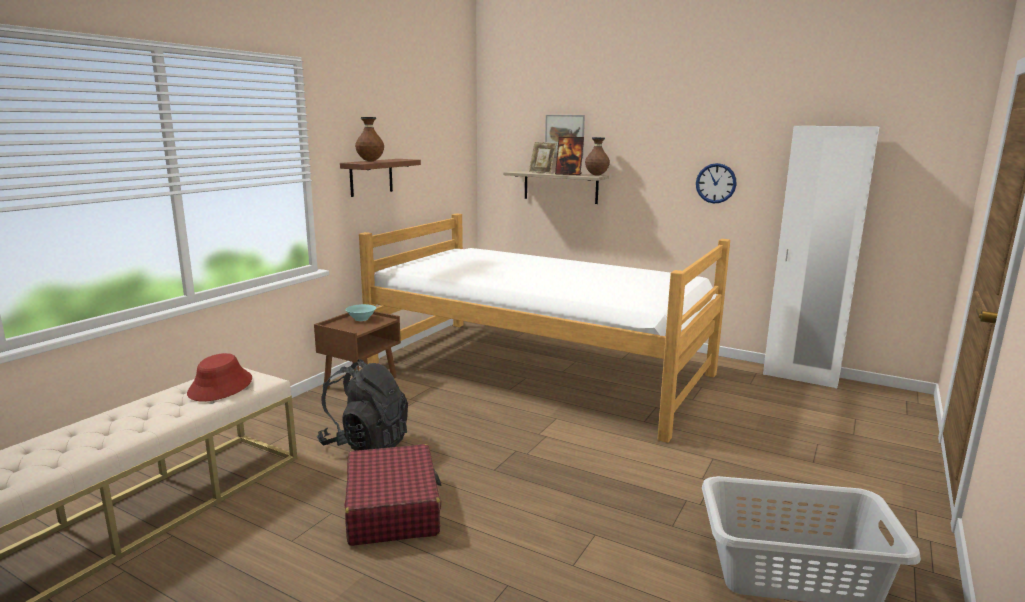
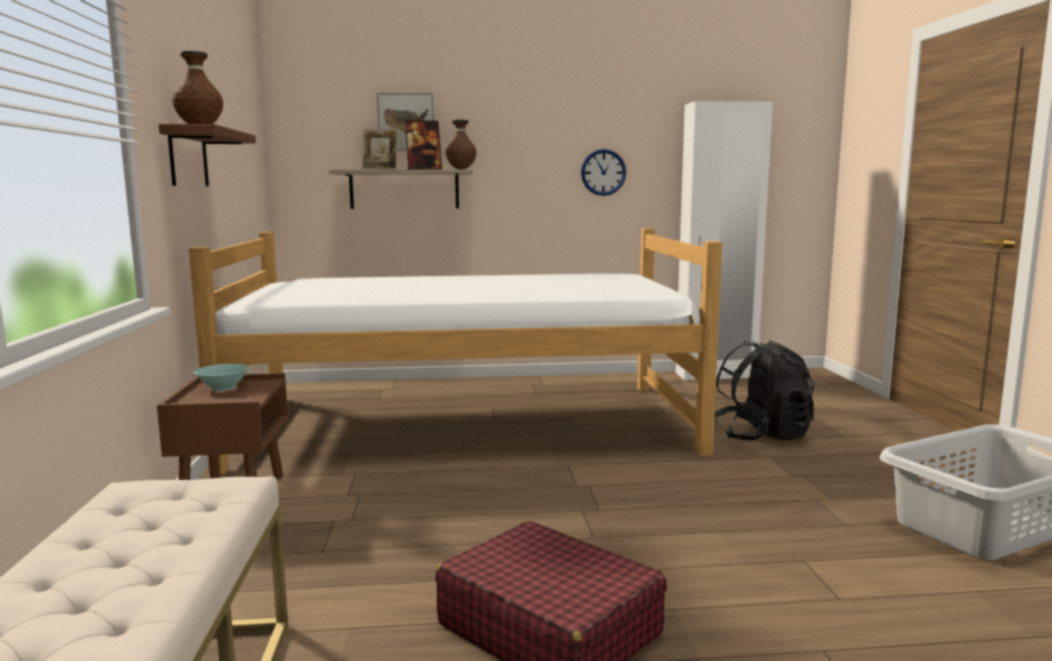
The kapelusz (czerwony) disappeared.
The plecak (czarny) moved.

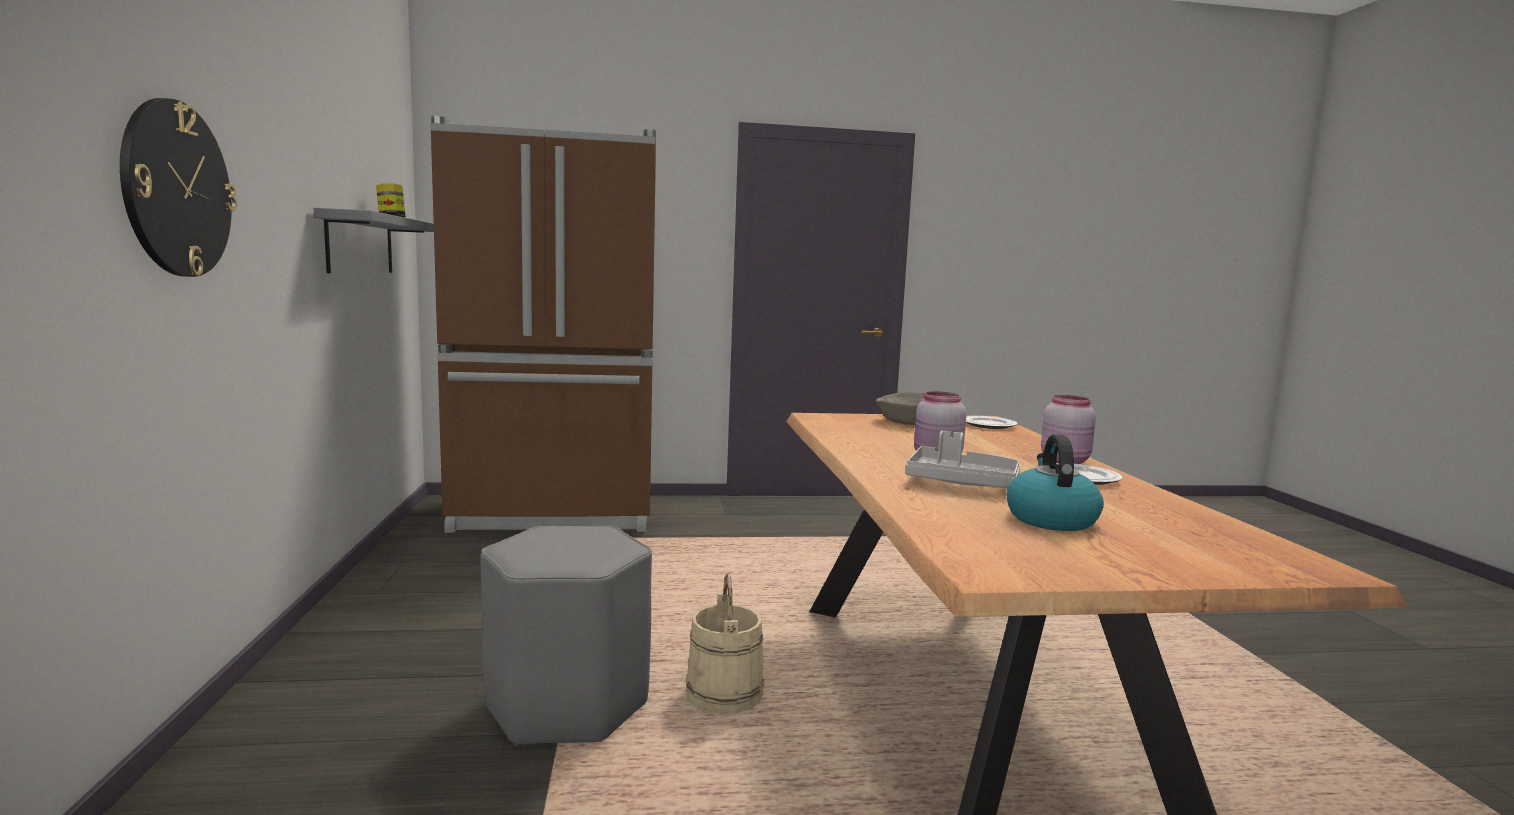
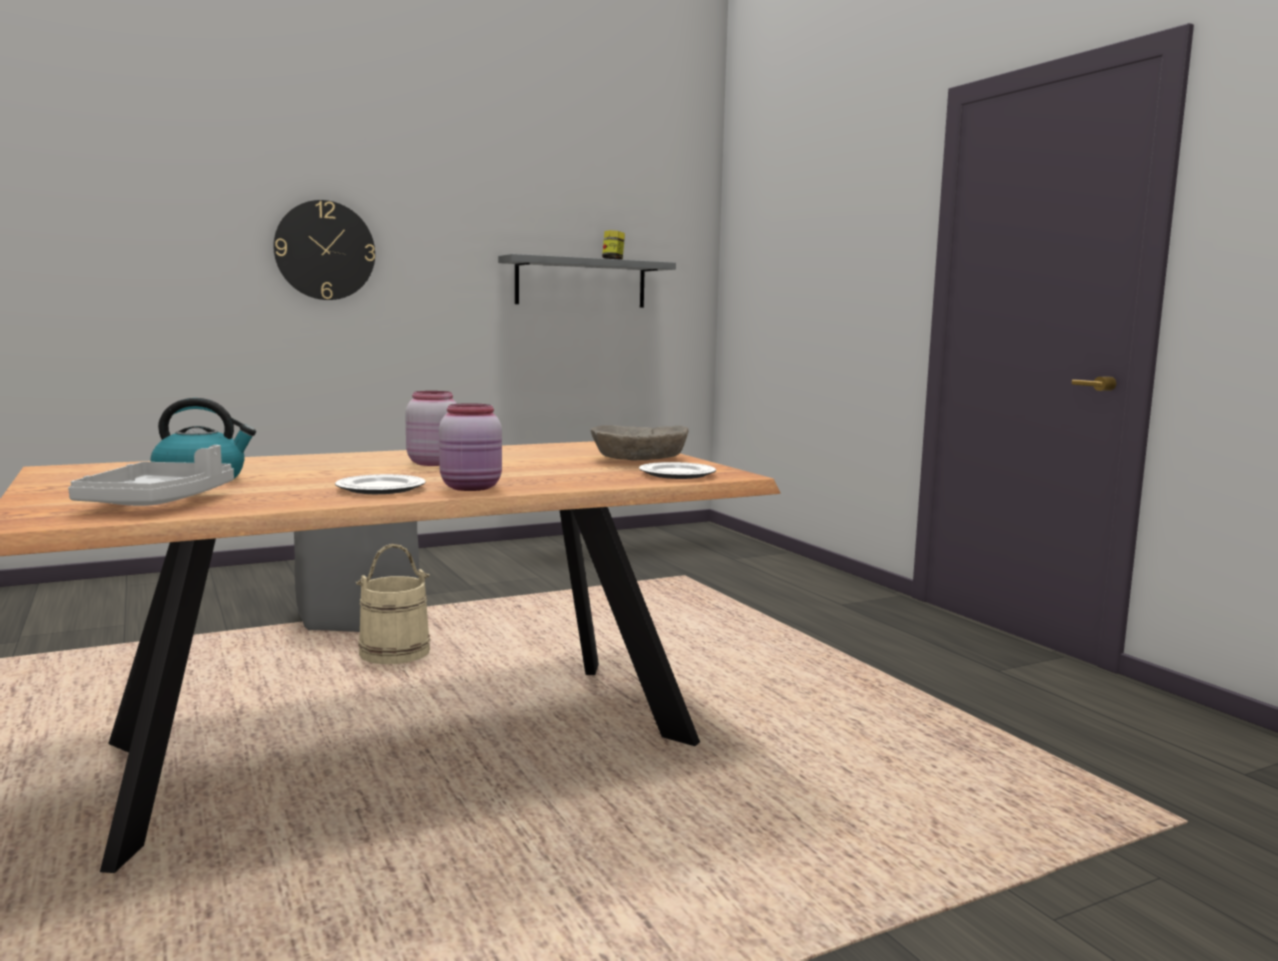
The lodówka (brązowy) disappeared.
The taca (szary) moved.

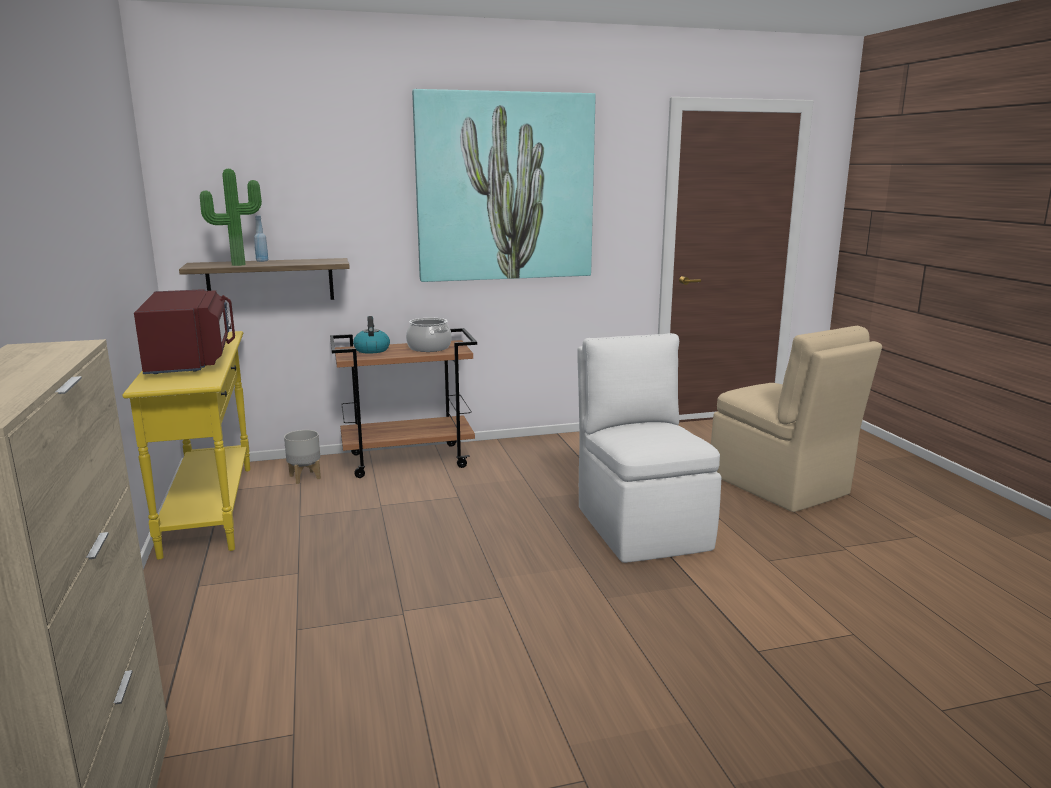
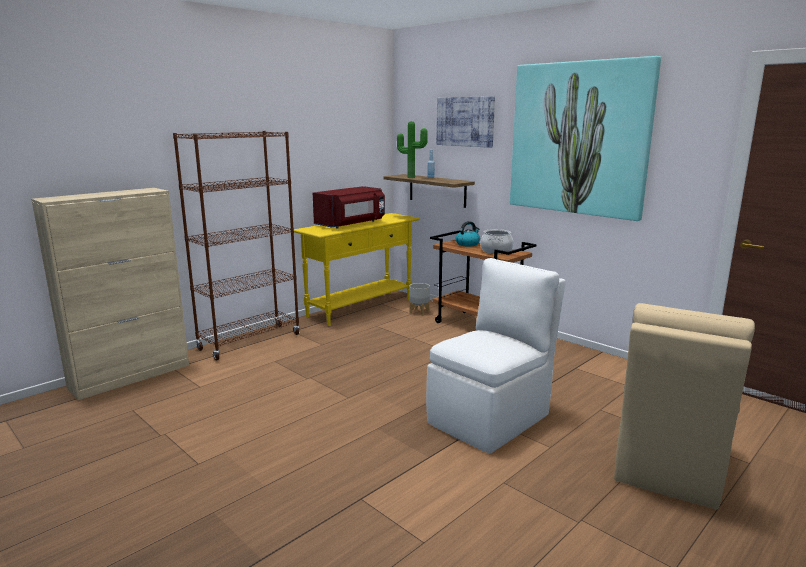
The obraz (no. 1 from left) appeared.
The regał (brązowy) appeared.

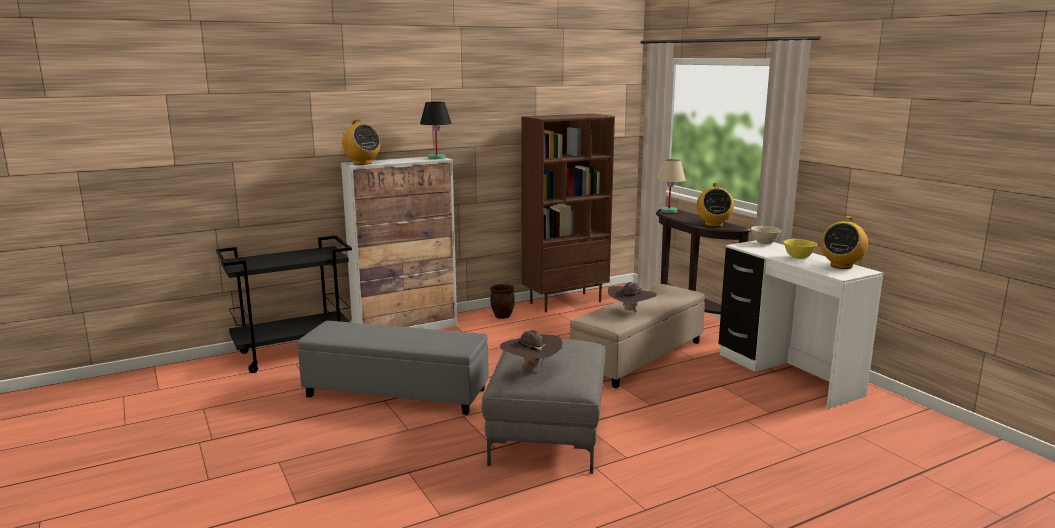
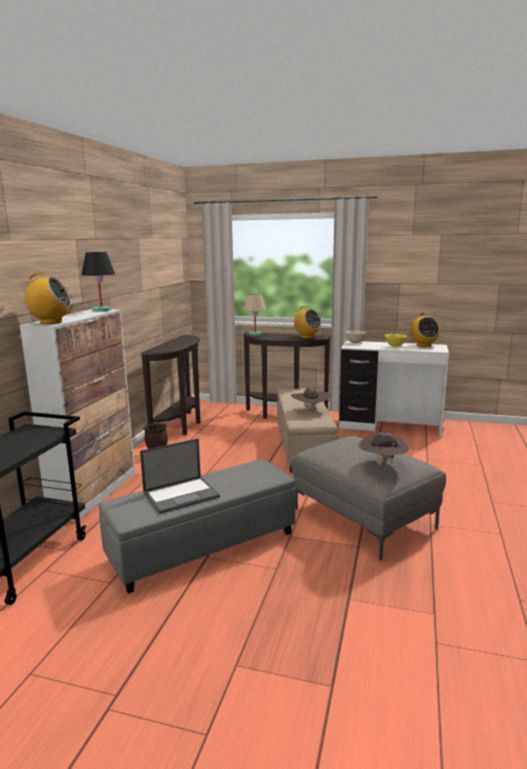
The regał (brązowy) was replaced by the stolik konsolowy (brązowy) (no. 1 from left).
The laptop appeared.

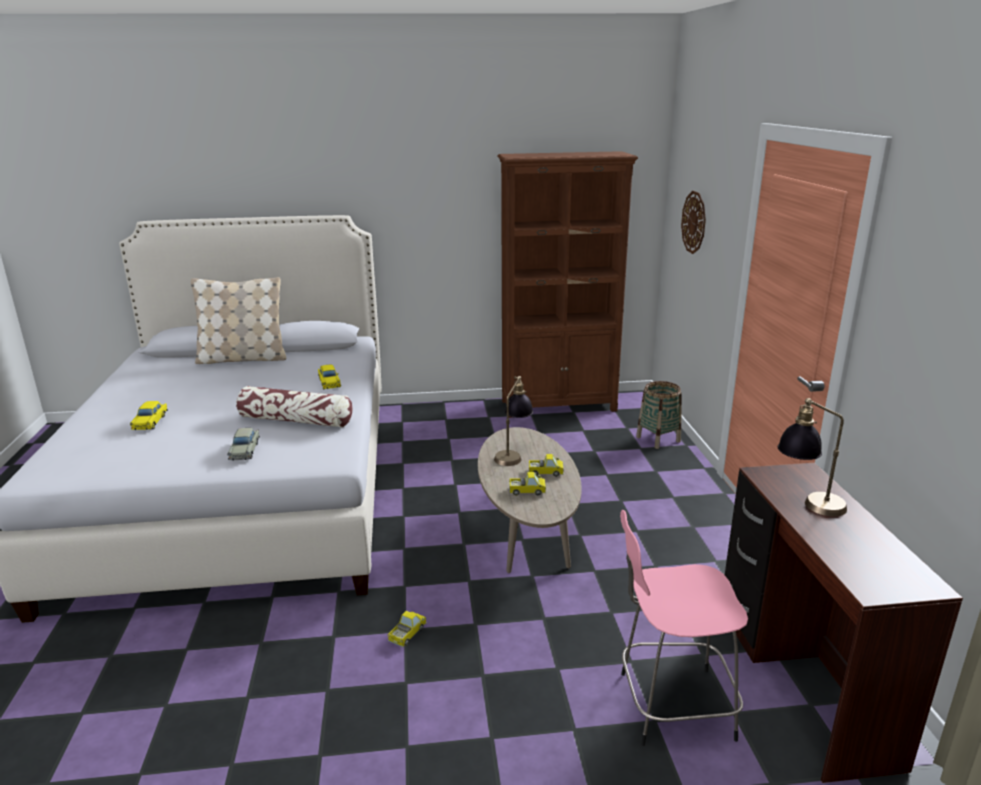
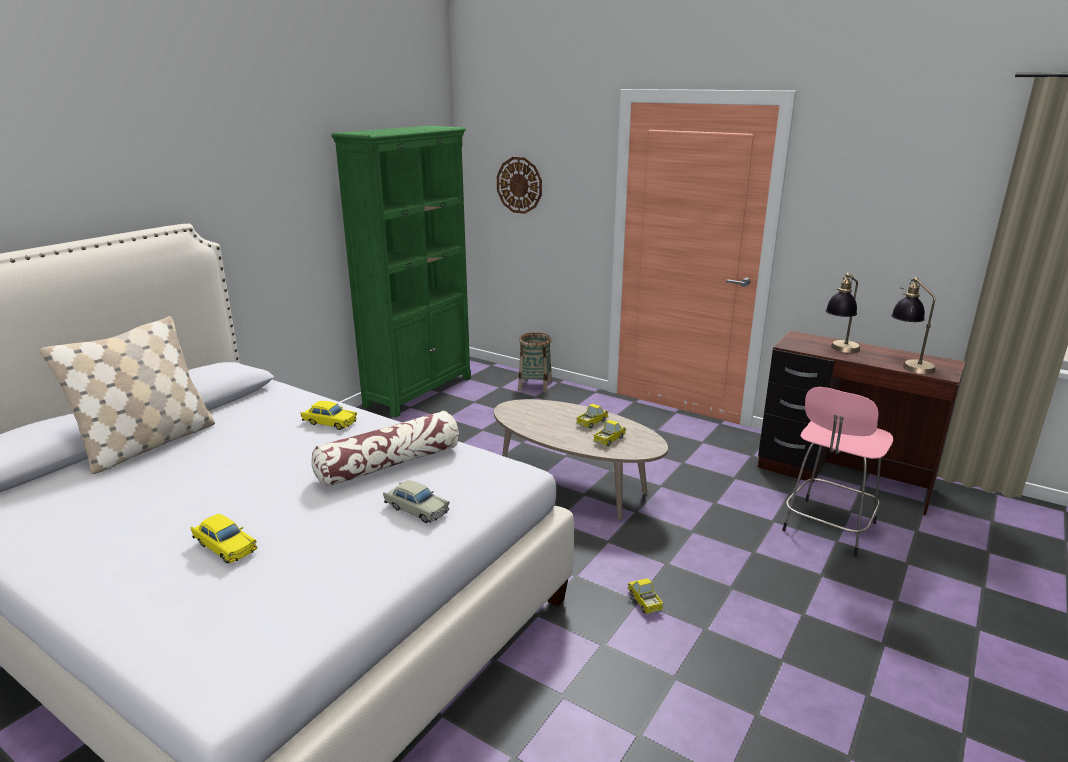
The regał (brązowy) became the regał (zielony).
The lampa stołowa (no. 1 from left in the first image) moved.

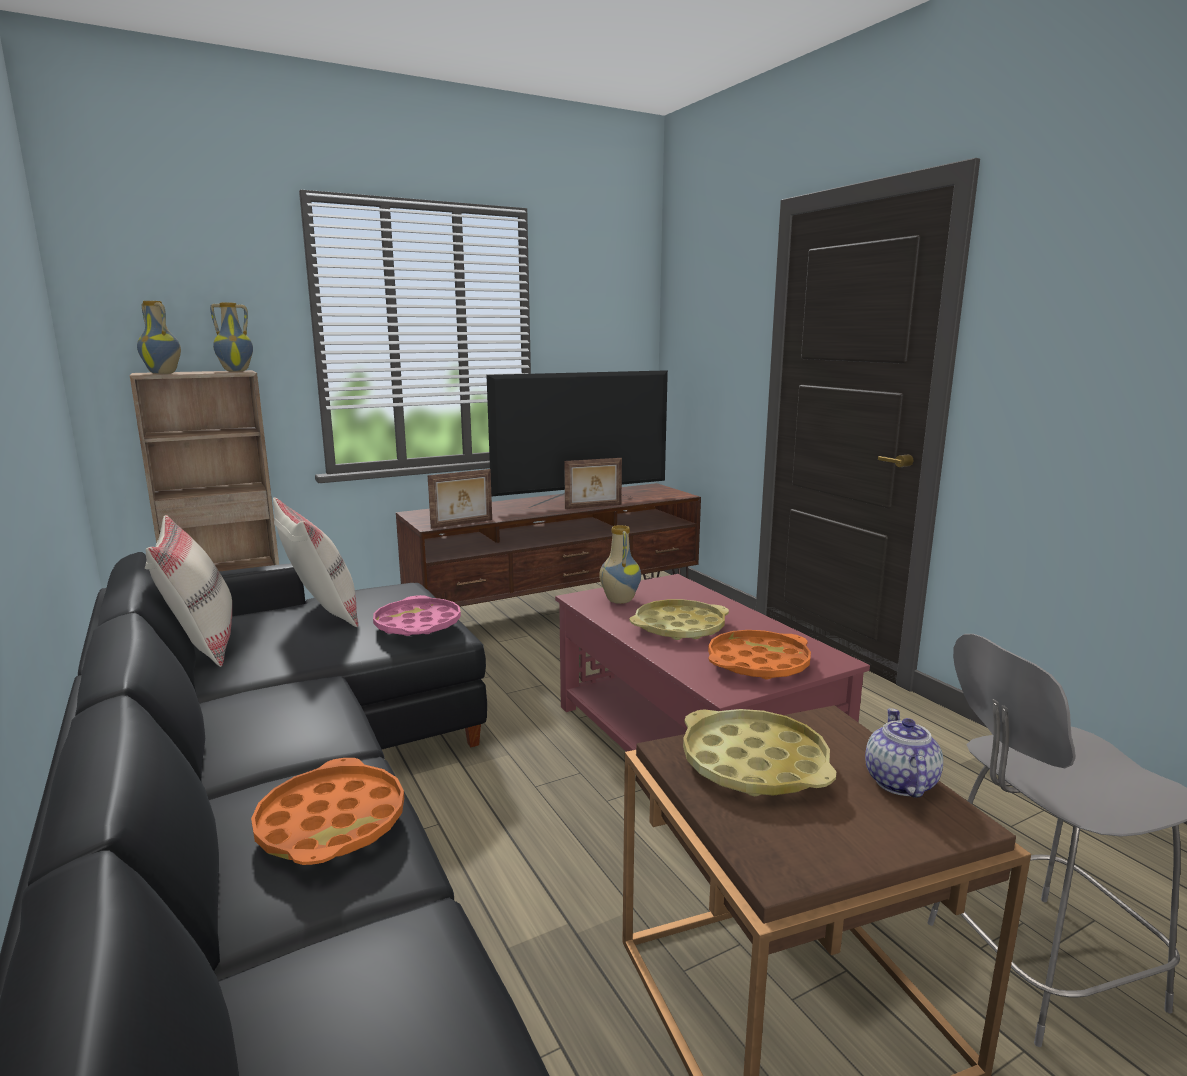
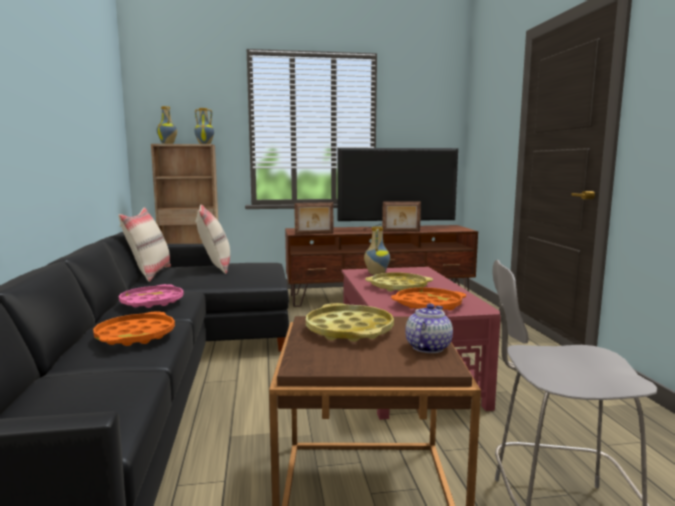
The taca (różowy) moved.

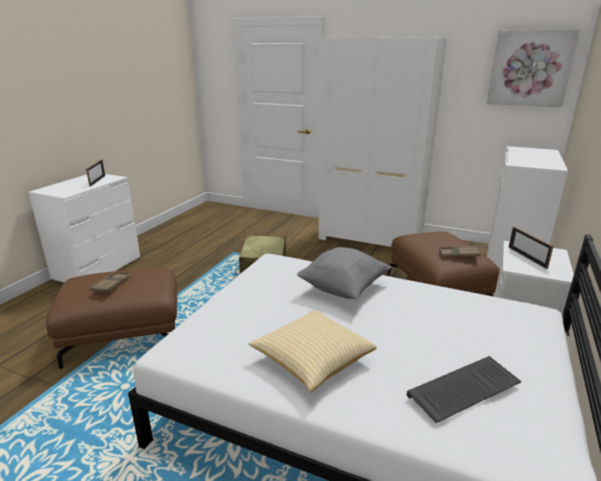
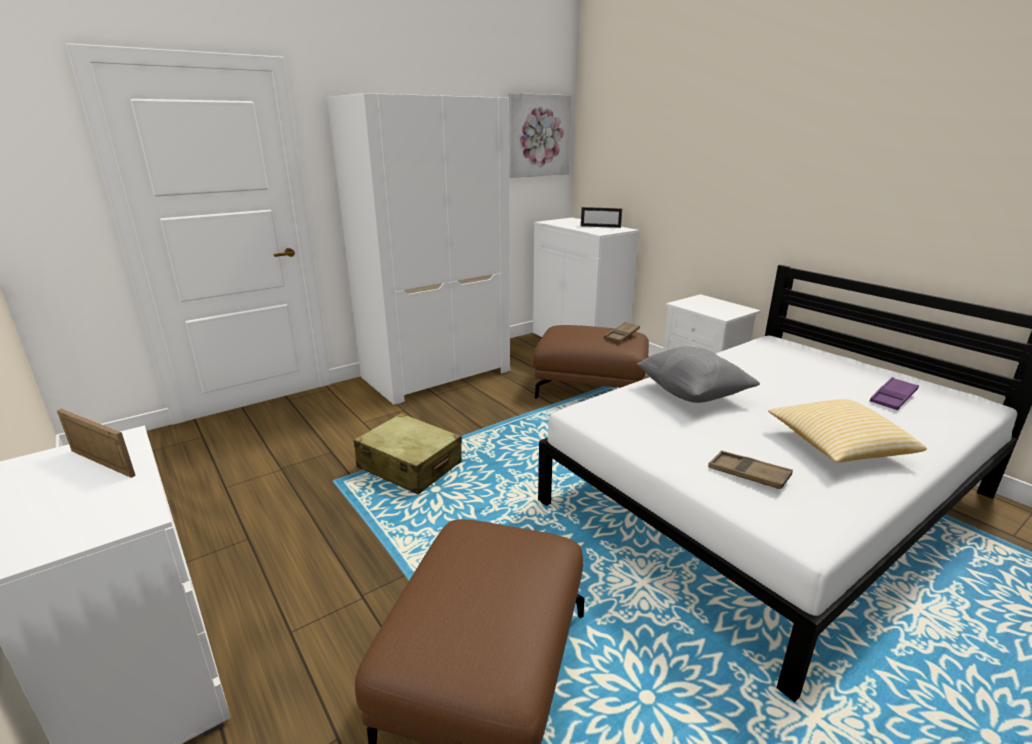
The ramka na zdjęcie (no. 2 from left) moved.
The taca (brązowy) (no. 1 from left in the first image) moved.
The klawiatura was replaced by the taca (fioletowy).

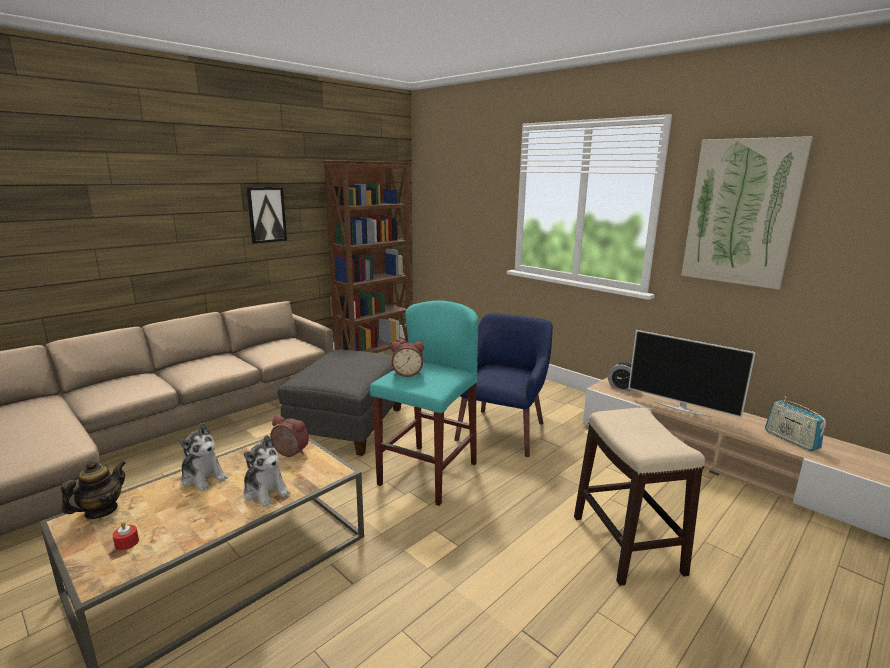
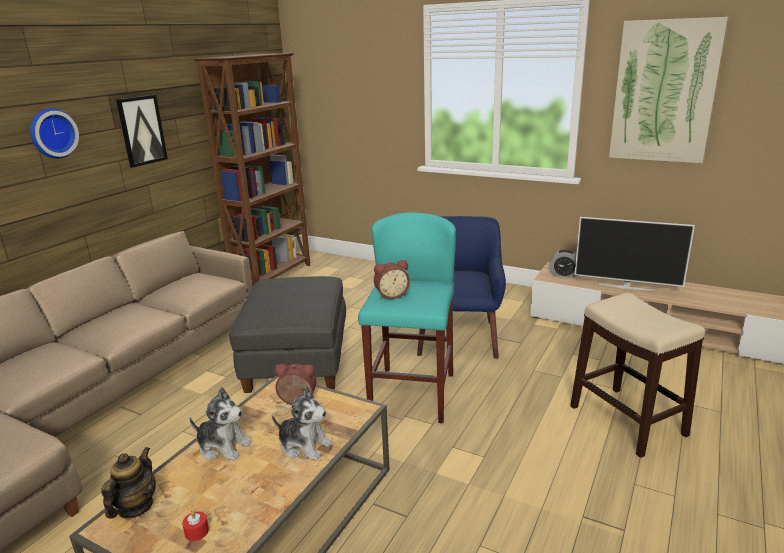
The radio disappeared.
The zegar ścienny appeared.

